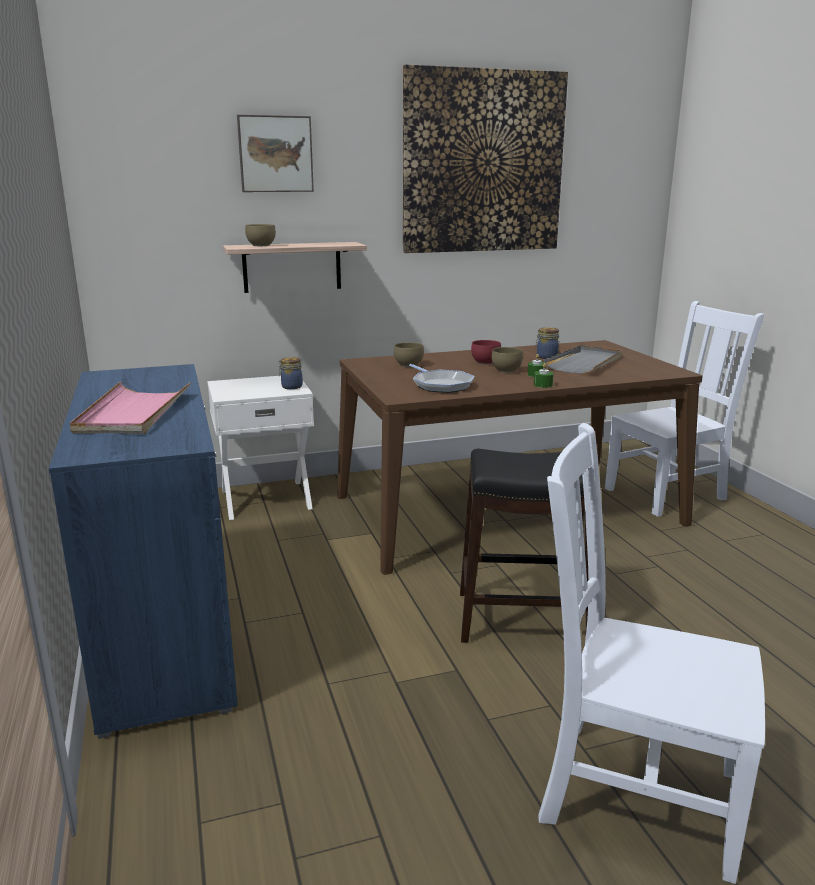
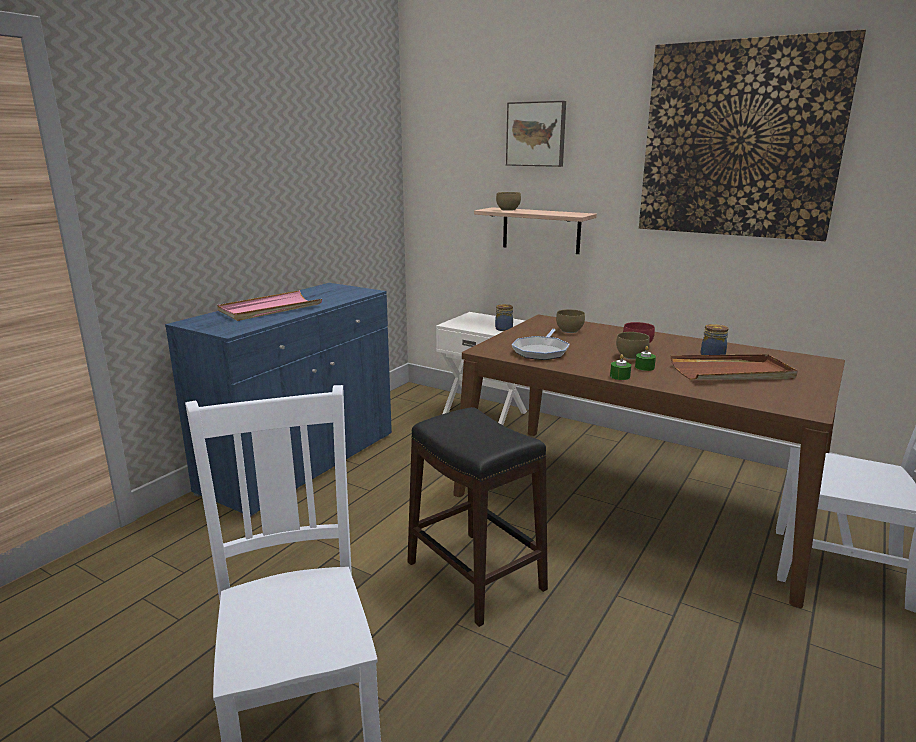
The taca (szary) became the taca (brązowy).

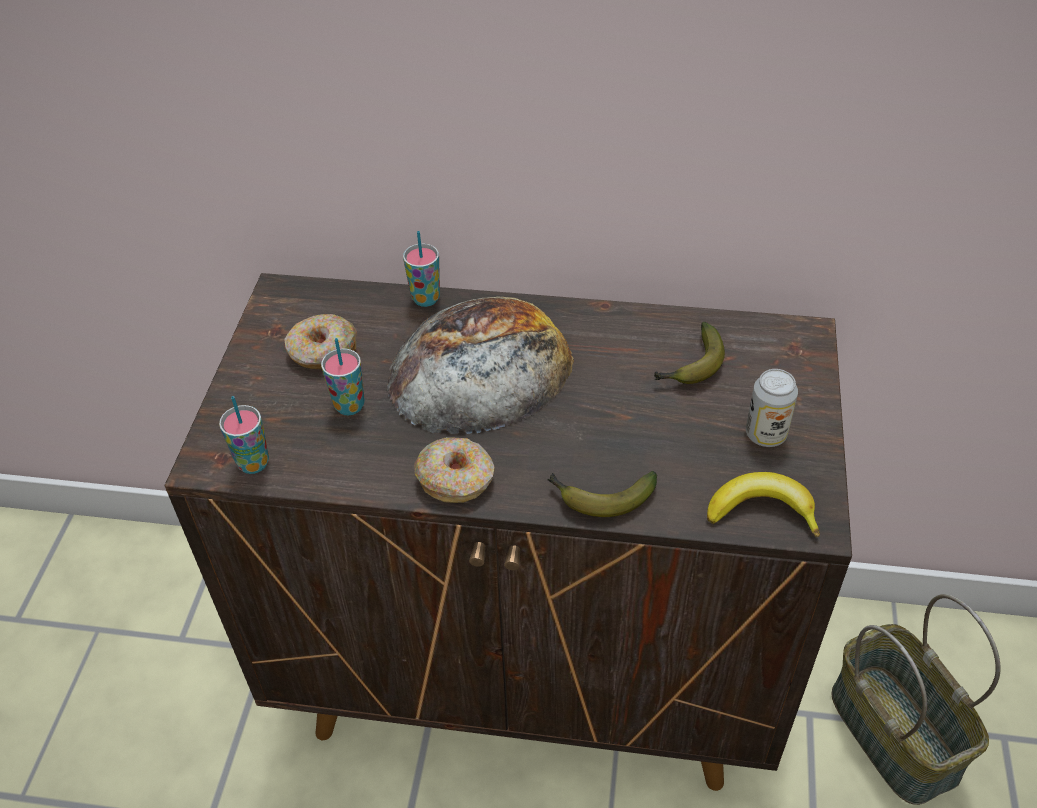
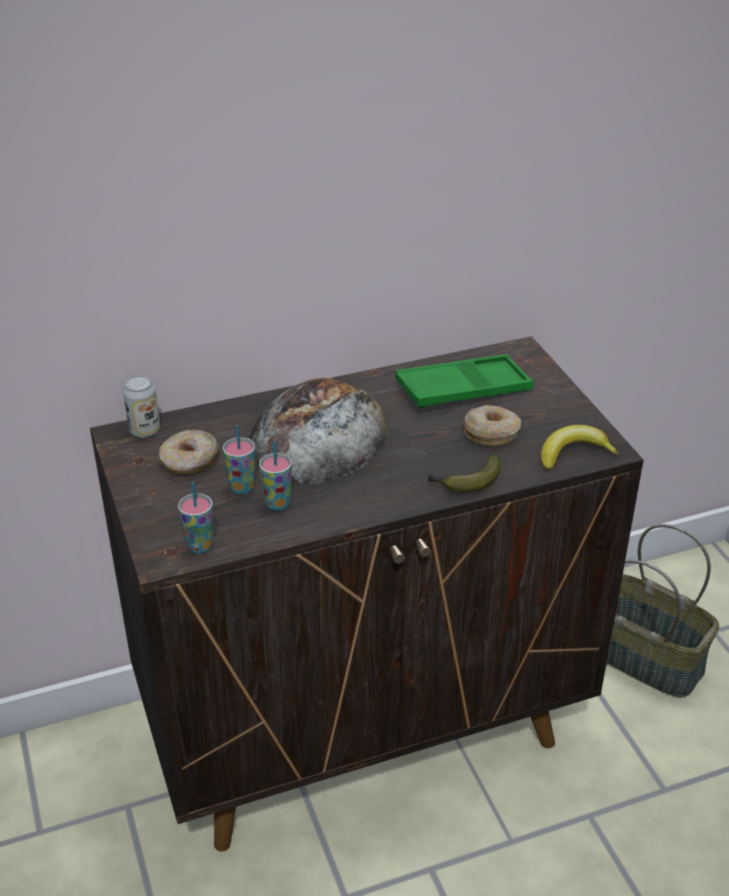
The filiżanka (no. 3 from left) moved.
The banan (no. 2 from left) was replaced by the taca (zielony).
The puszka moved.
The donut (no. 2 from left) moved.

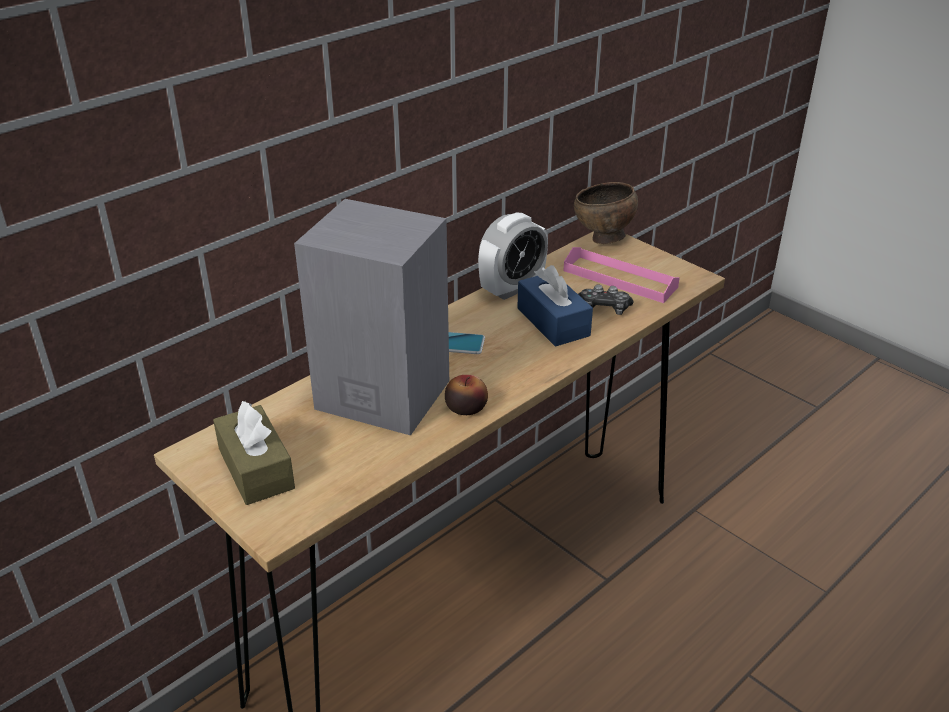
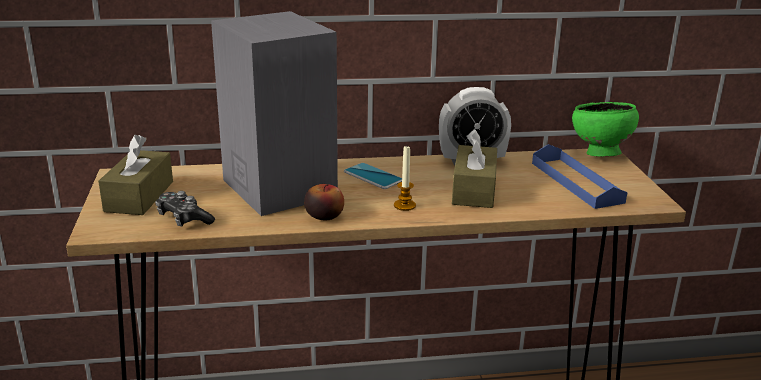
The miska (brązowy) became the miska (zielony).
The taca (różowy) became the taca (niebieski).
The pudełko chusteczek (niebieski) became the pudełko chusteczek (brązowy) (no. 2 from left).
The pad do gier moved.
The świeca appeared.

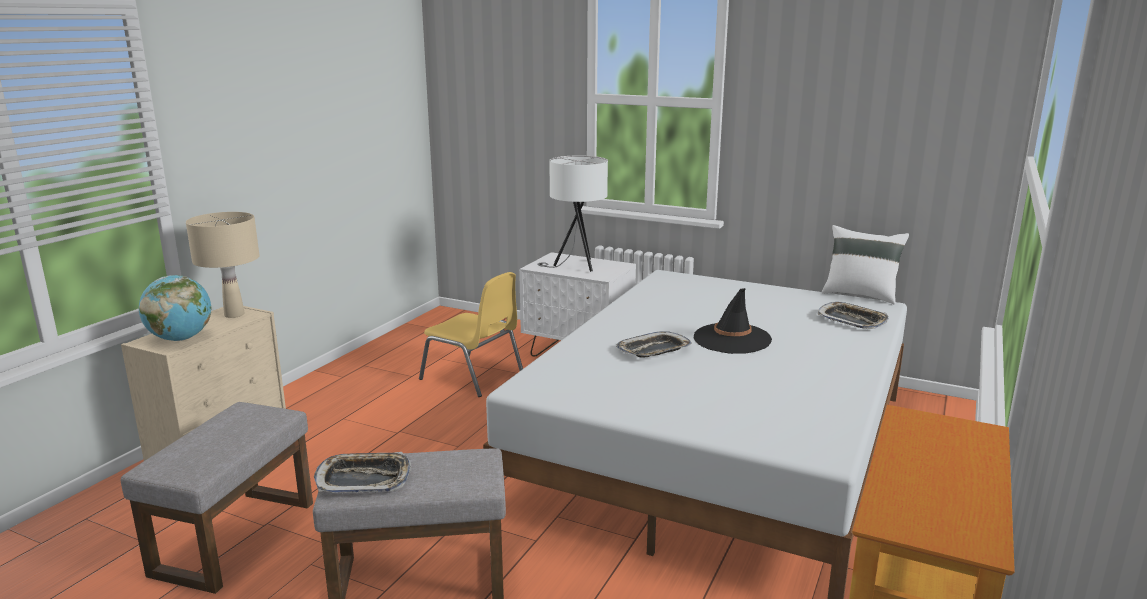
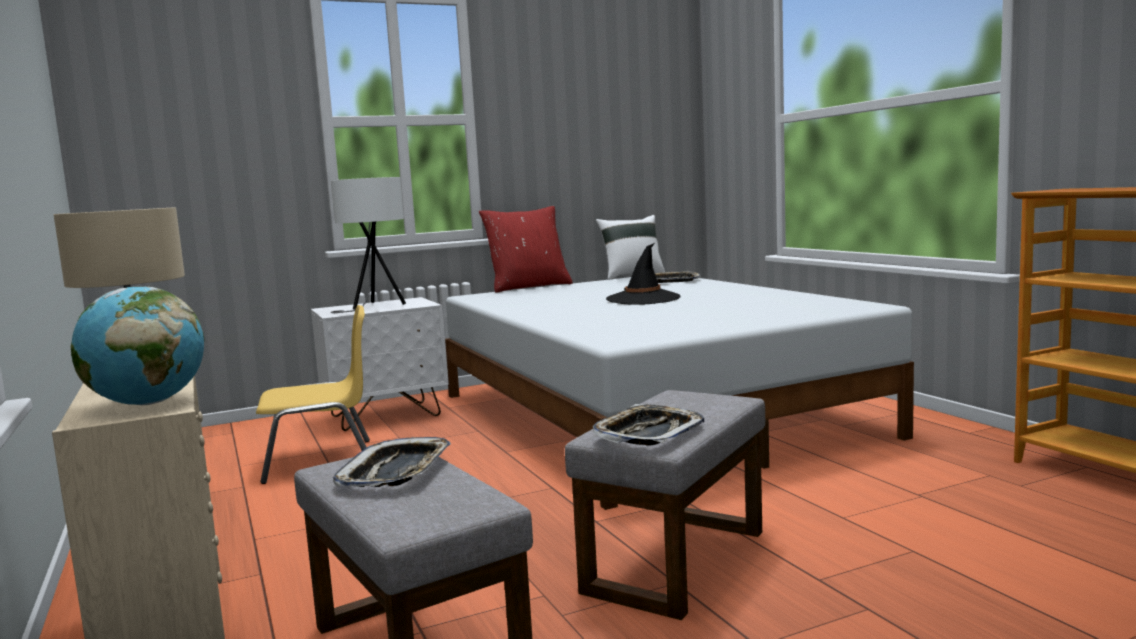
The taca (no. 2 from left in the first image) moved.
The poduszka (czerwony) appeared.

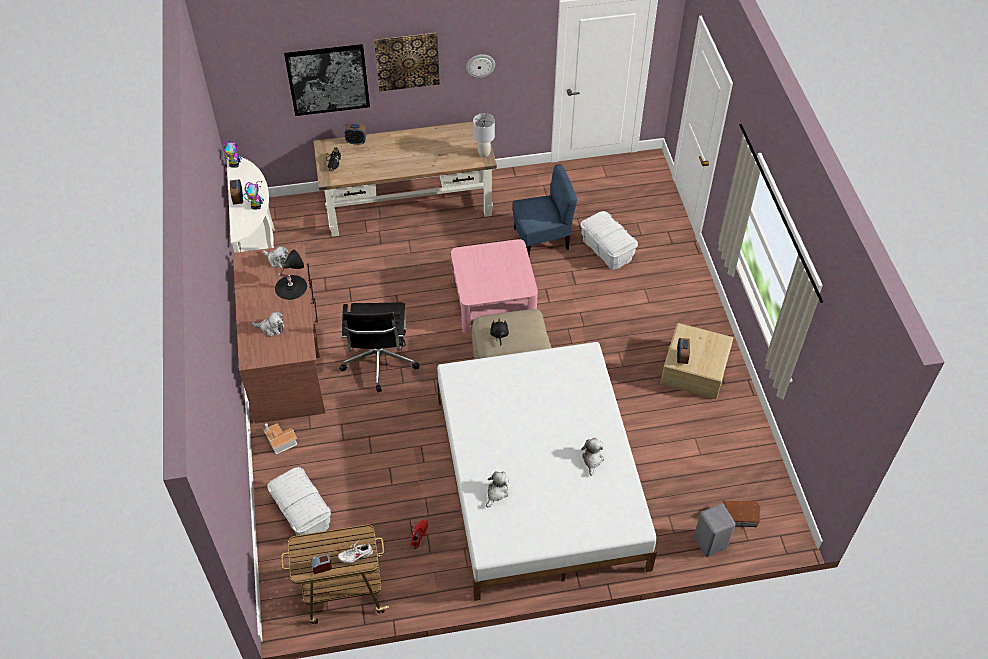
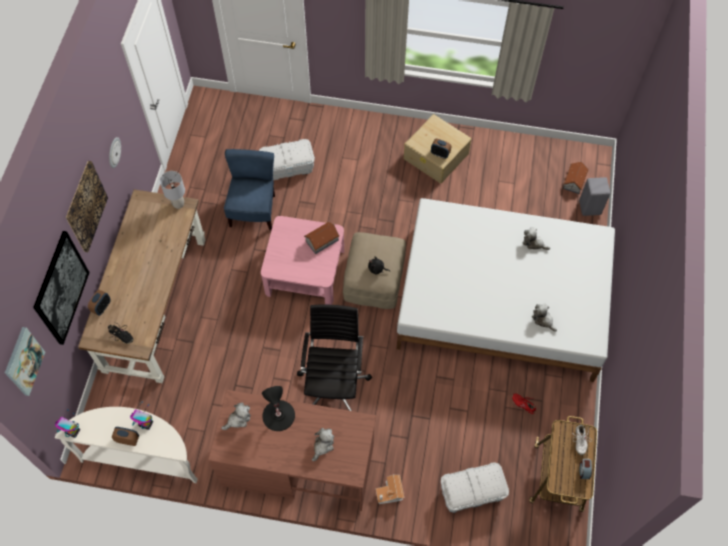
The krzesło biurowe (czarny) turned 105 degrees counterclockwise.
The domek (no. 1 from left) appeared.
The obraz (no. 1 from left) appeared.

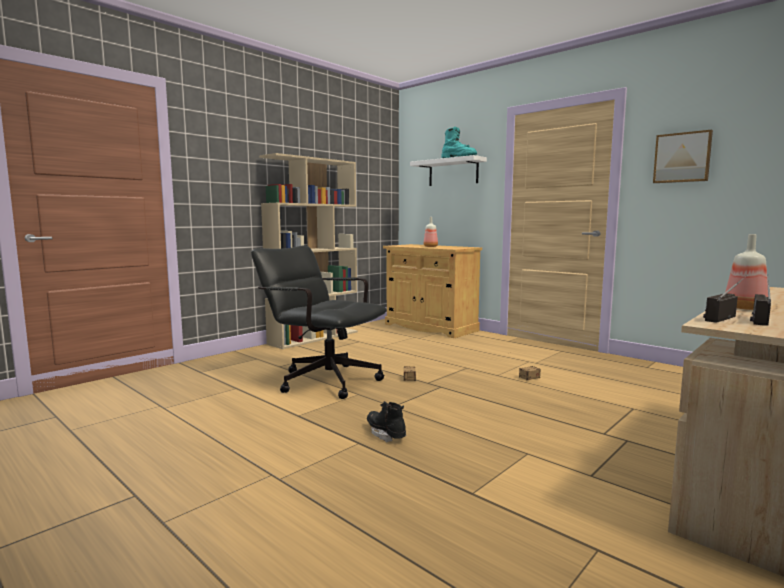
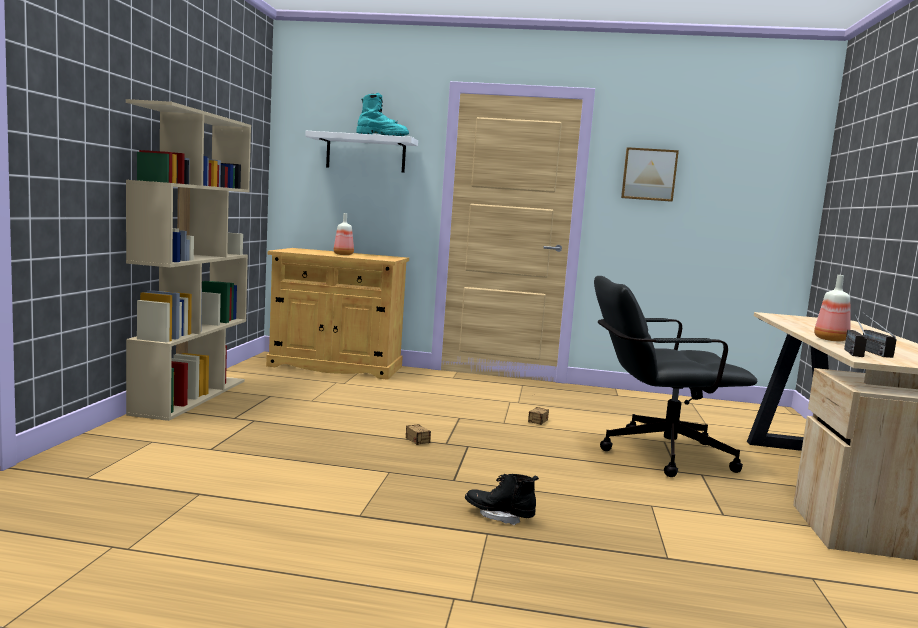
The krzesło biurowe (czarny) moved.

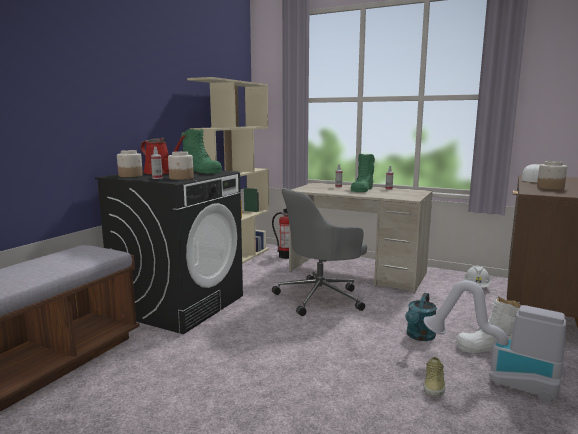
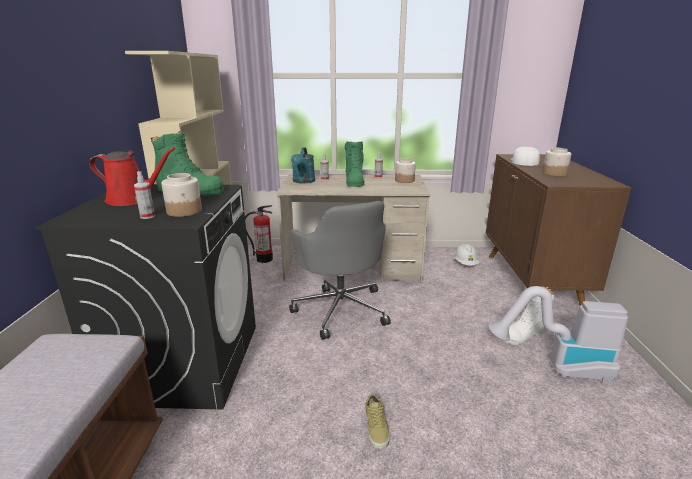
The słoik (no. 1 from left in the first image) moved.
The krzesło biurowe (szary) turned 60 degrees counterclockwise.
The konewka (turkusowy) moved.
The but (beżowy) moved.

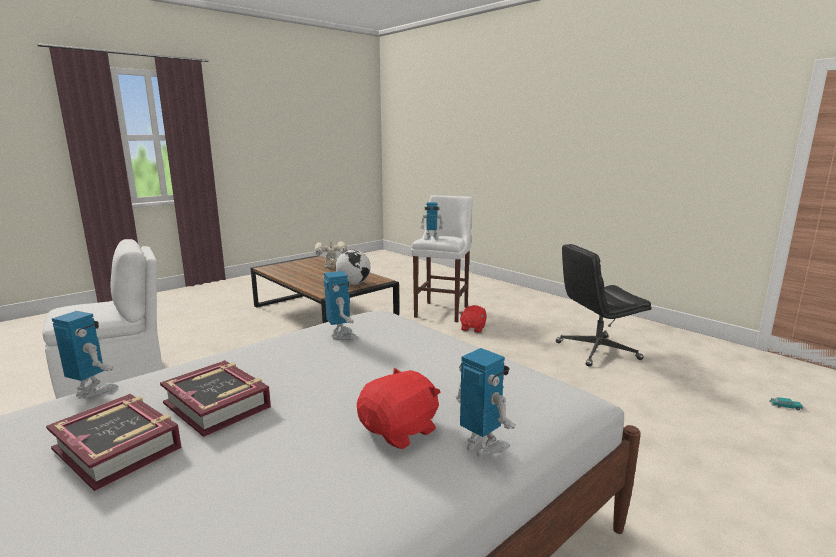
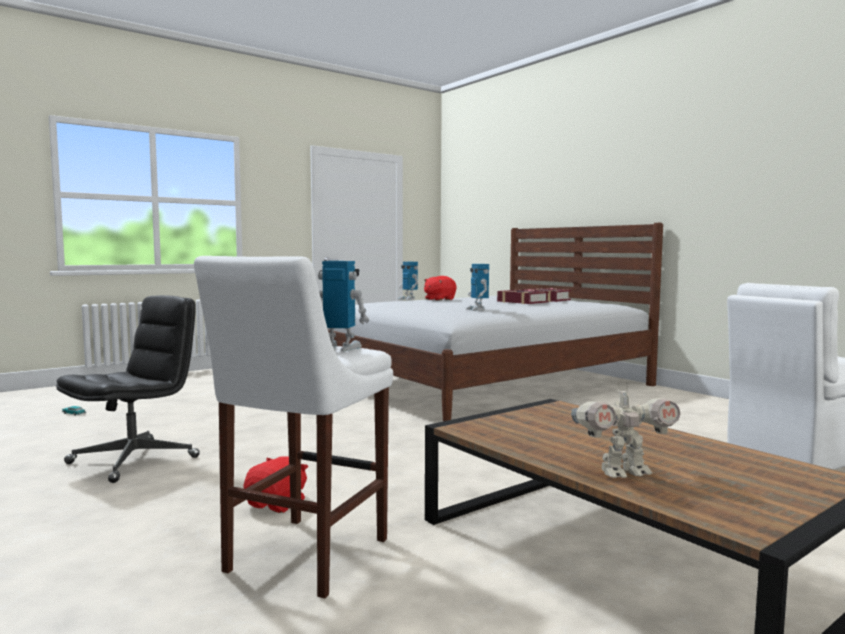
The krzesło biurowe (czarny) turned 45 degrees counterclockwise.
The globus disappeared.
The robot zabawkowy (no. 1 from left) disappeared.

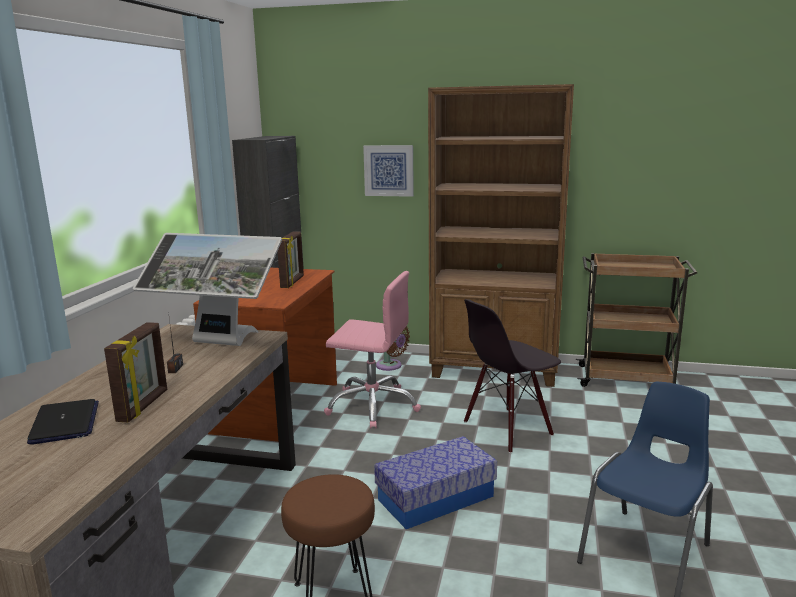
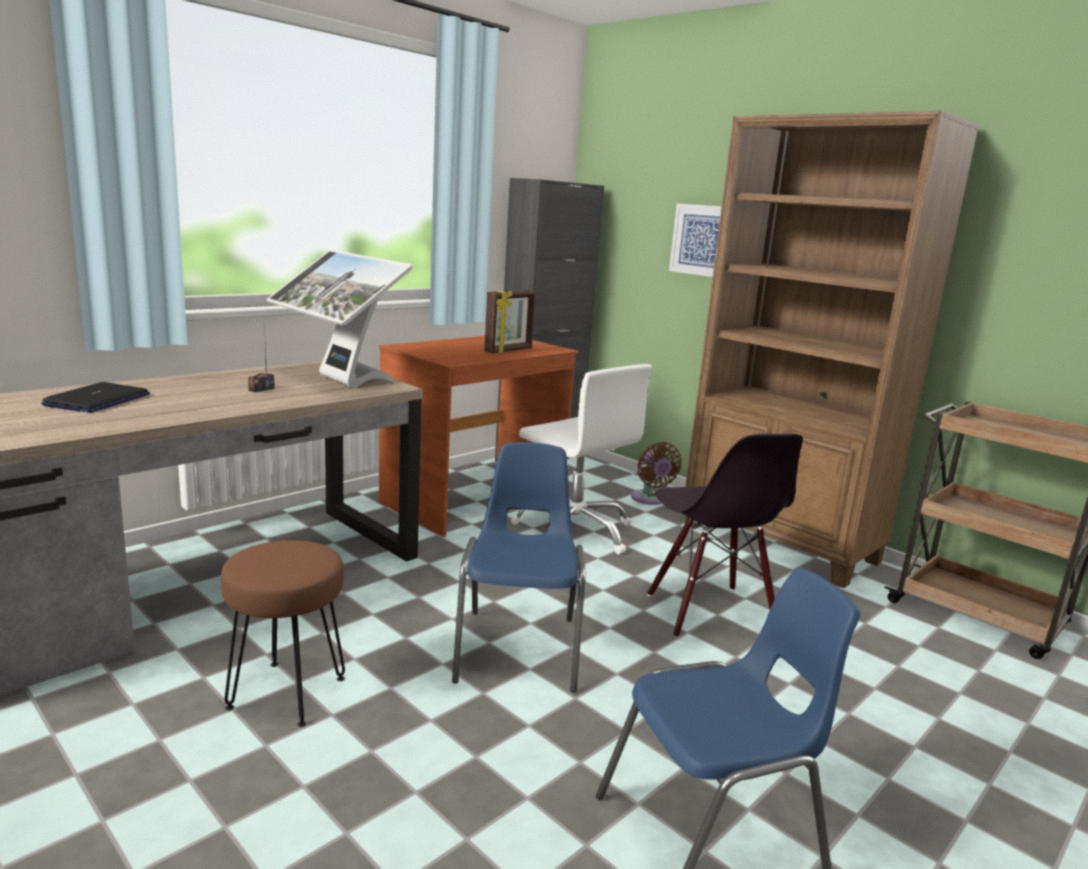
The krzesło biurowe (różowy) became the krzesło biurowe (biały).
The krzesło (czarny) turned 105 degrees counterclockwise.
The ramka na zdjęcie (no. 1 from left) disappeared.
The pojemnik do przechowywania was replaced by the krzesło (niebieski) (no. 1 from left).

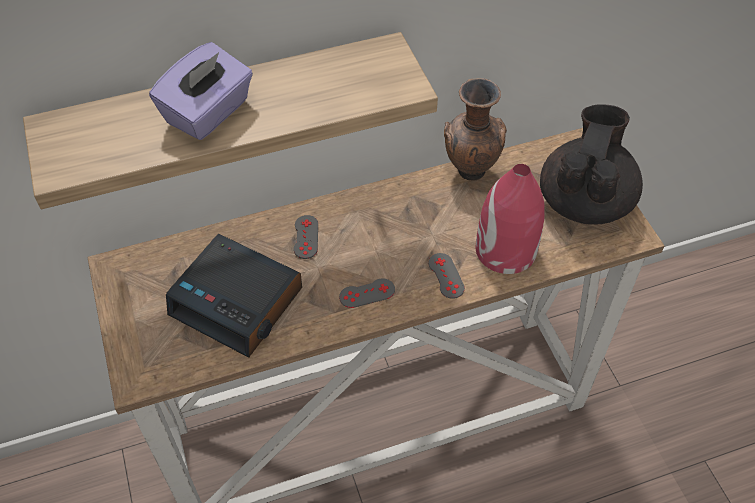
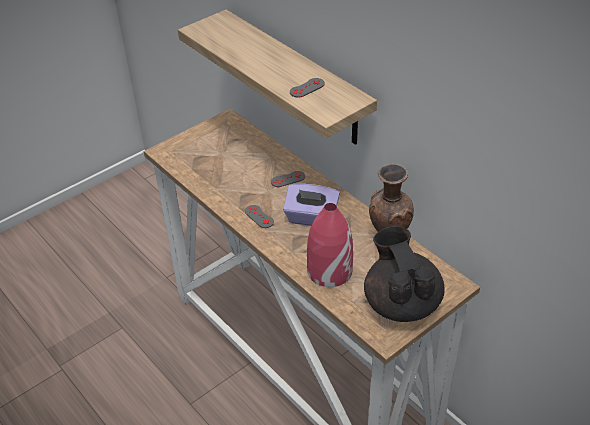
The pudełko chusteczek (fioletowy) moved.
The imbryk (czarny) turned 105 degrees counterclockwise.
The budzik disappeared.
The pad do gier (szary) (no. 3 from left) moved.

